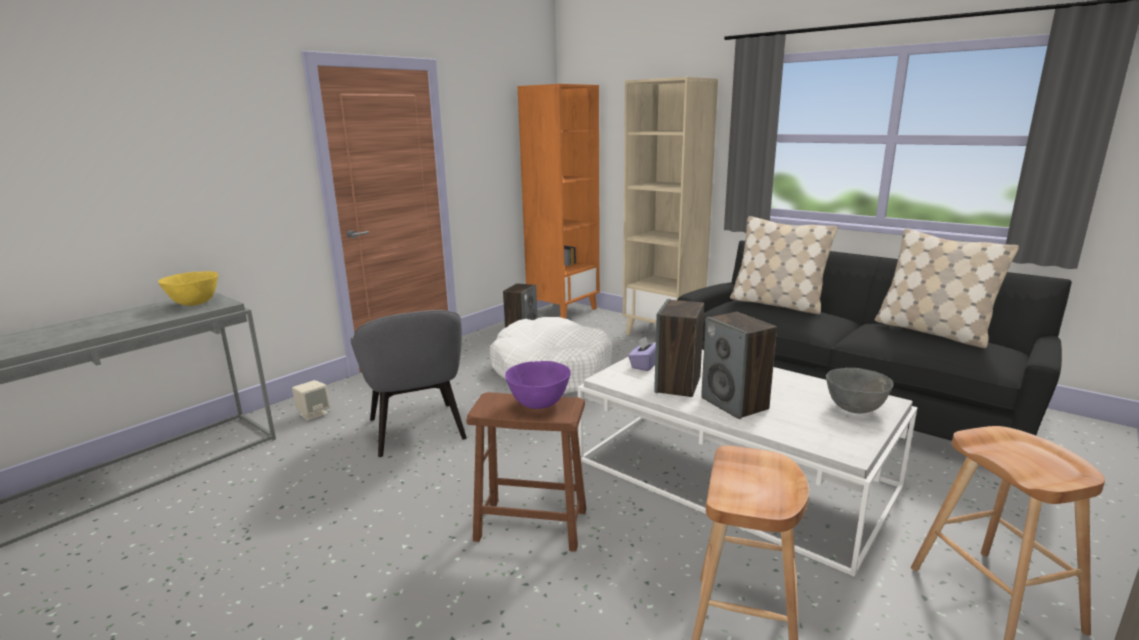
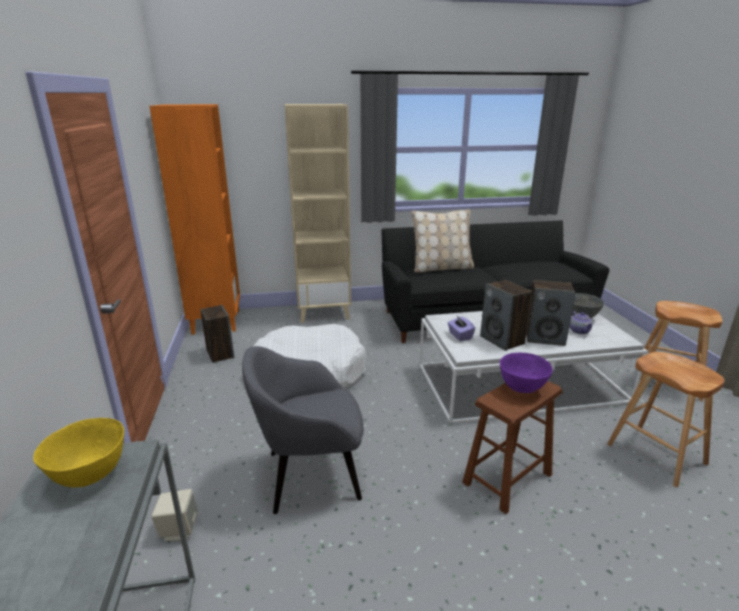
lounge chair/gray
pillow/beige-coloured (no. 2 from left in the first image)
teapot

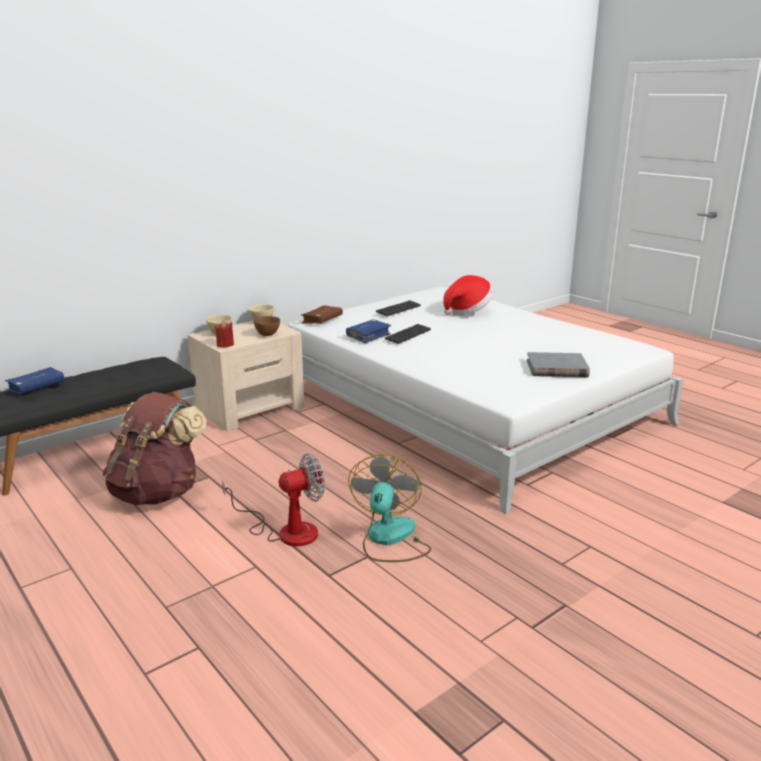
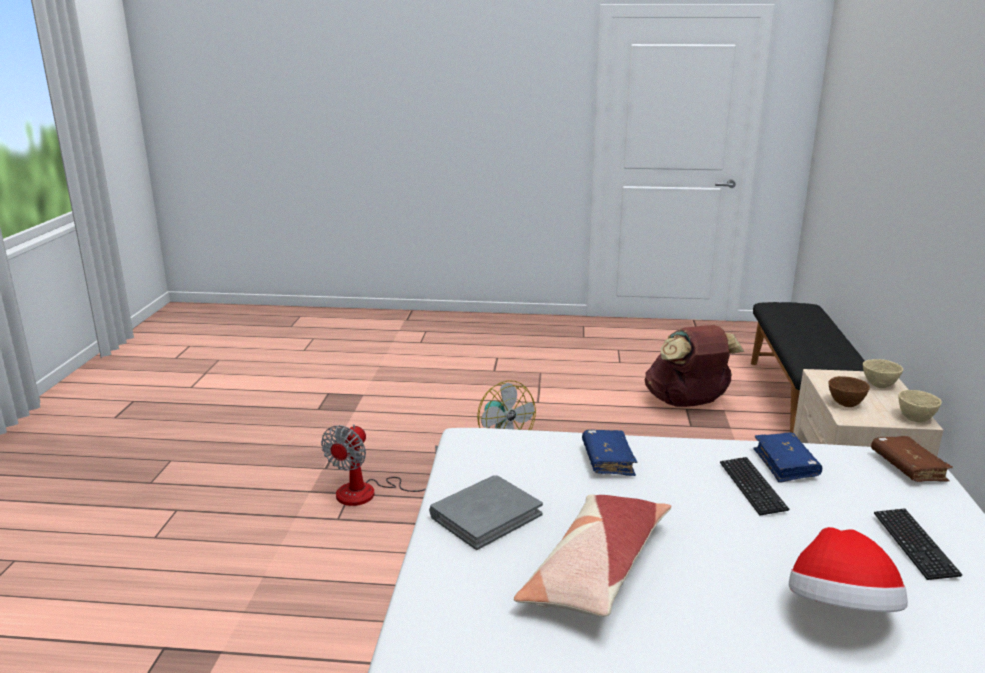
bound book/bluish (no. 1 from left)
wax light/reddish
cooling fan (no. 1 from left)
pillow

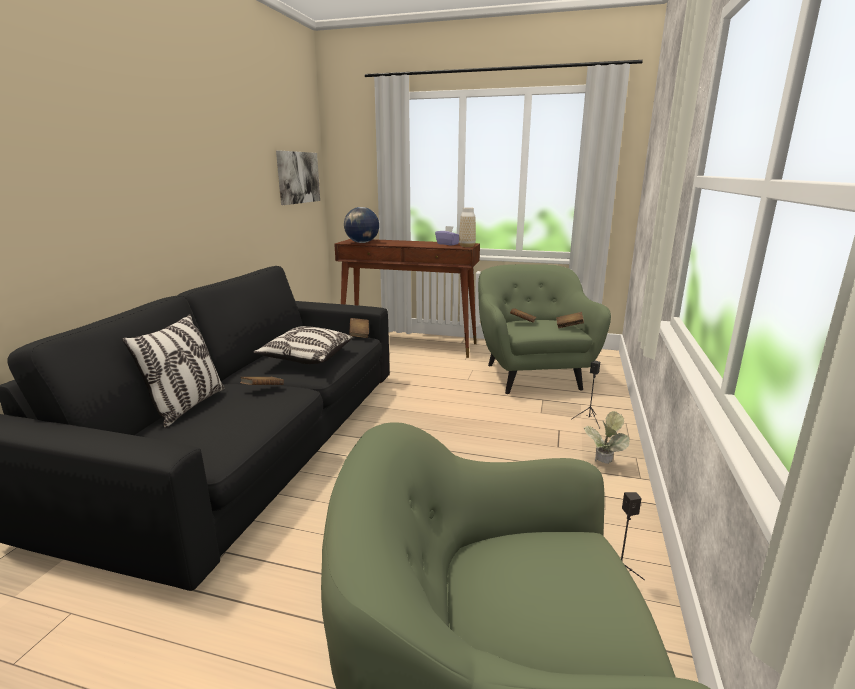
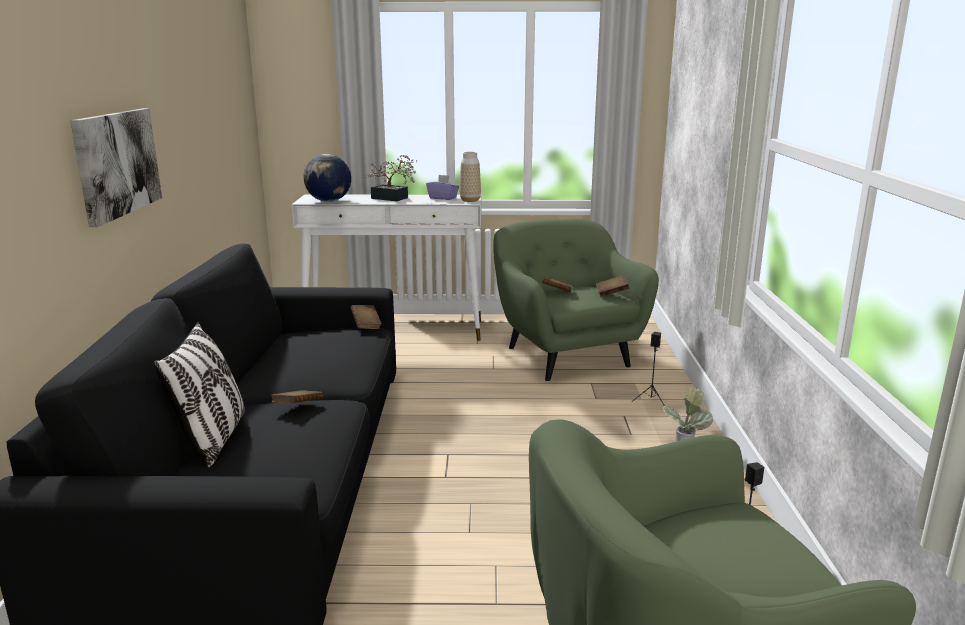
pillow (no. 2 from left in the first image)
picture
narrow table/whitish
potted plant (no. 1 from left)

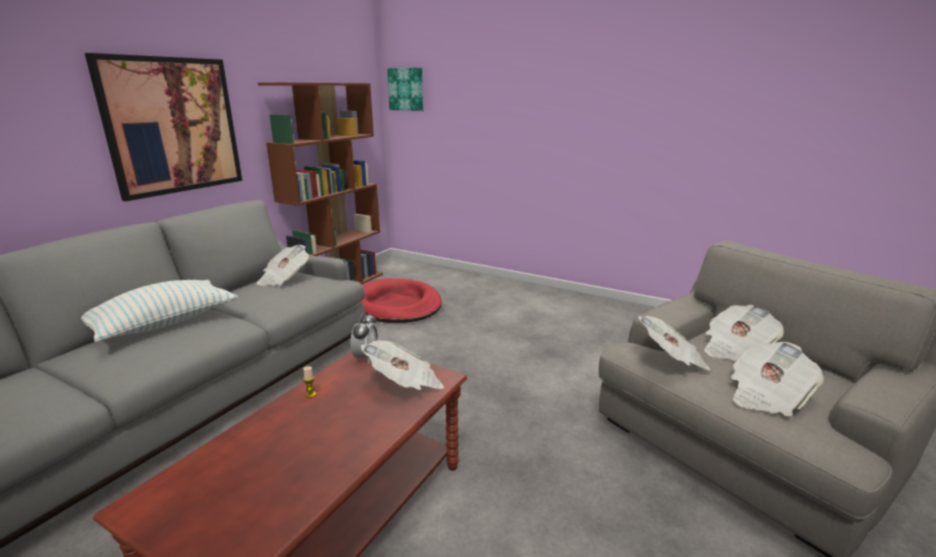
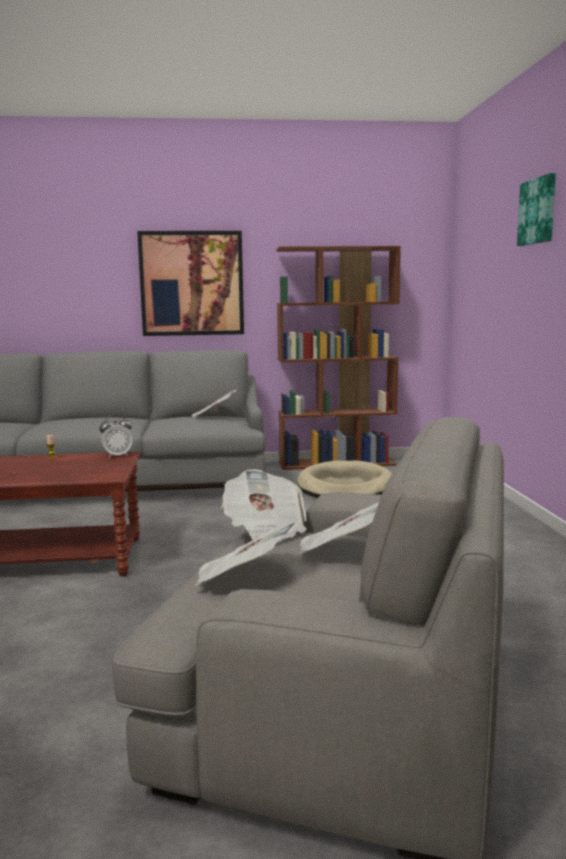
pillow
dog bed/beige-coloured
daily paper (no. 2 from left in the first image)
picture (no. 2 from left)

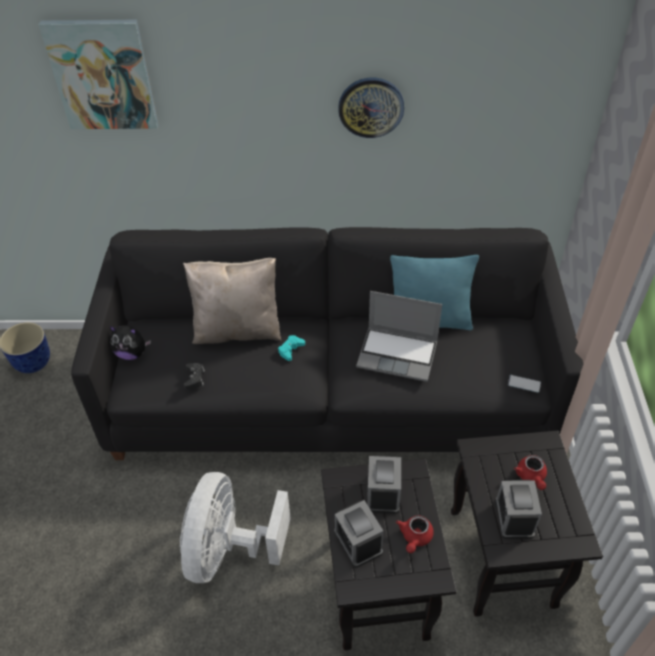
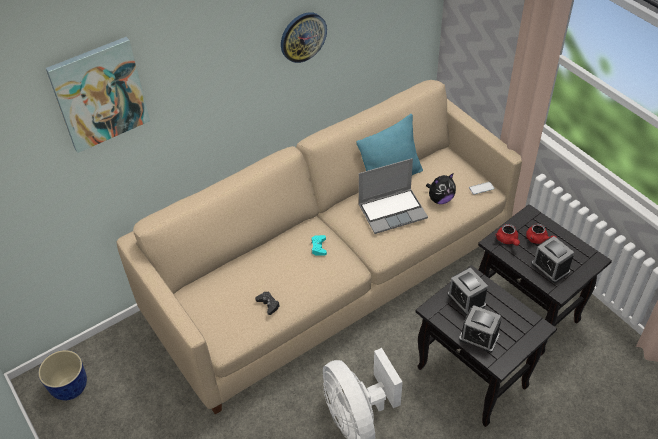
couch/beige-coloured
soft toy
pillow/beige-coloured
teapot/reddish (no. 1 from left)

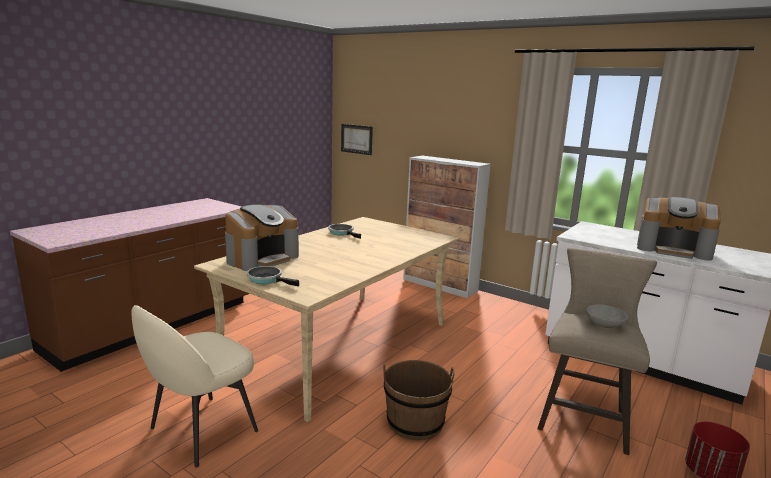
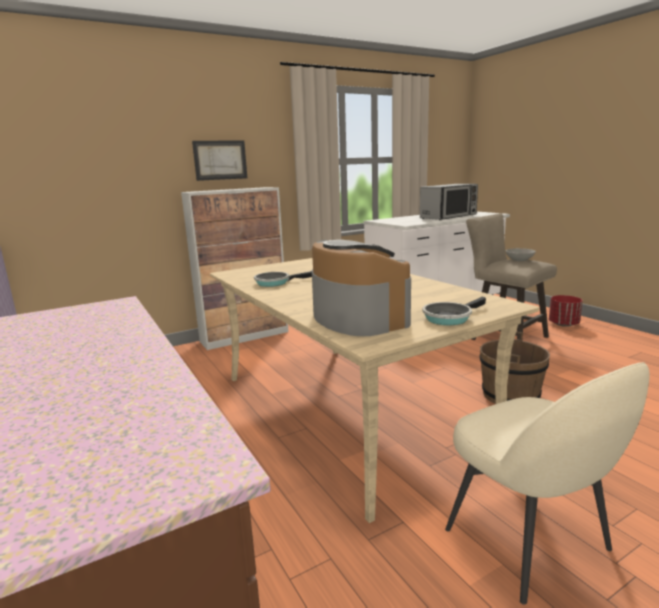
picture
microwave oven

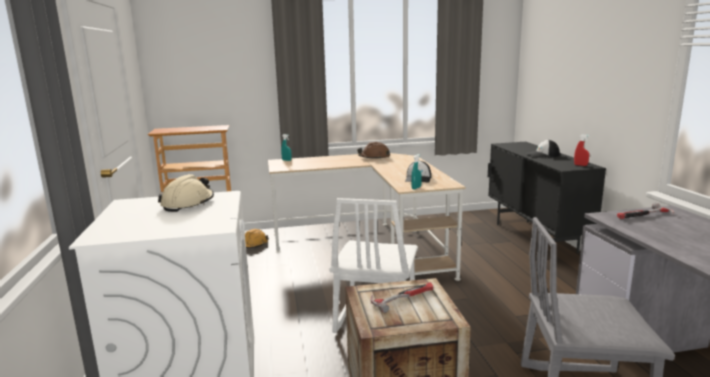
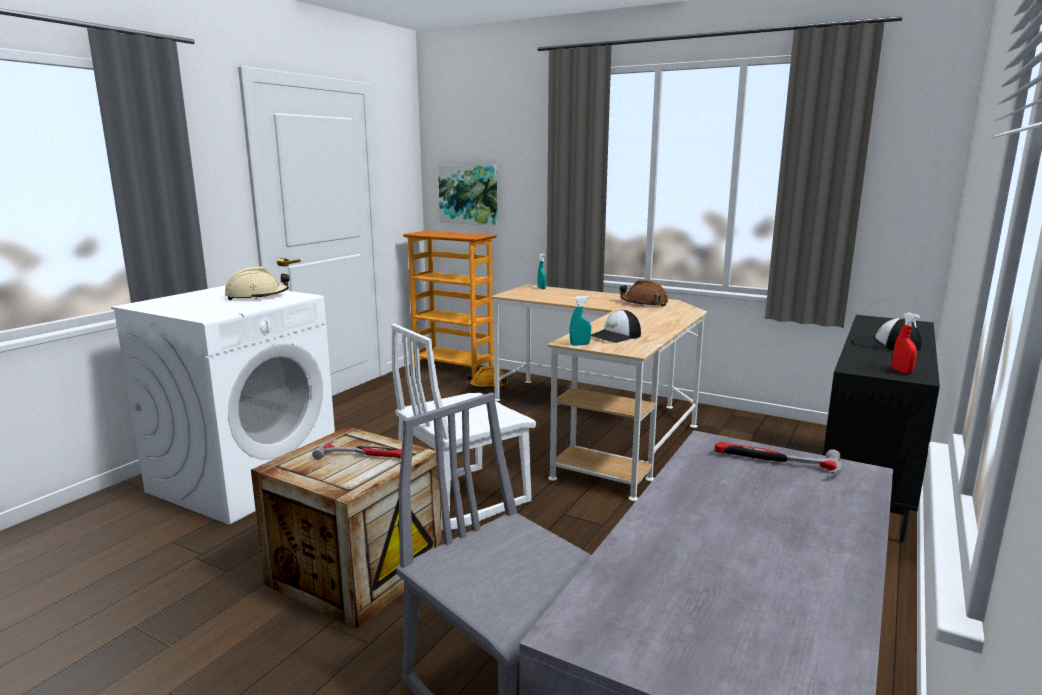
picture

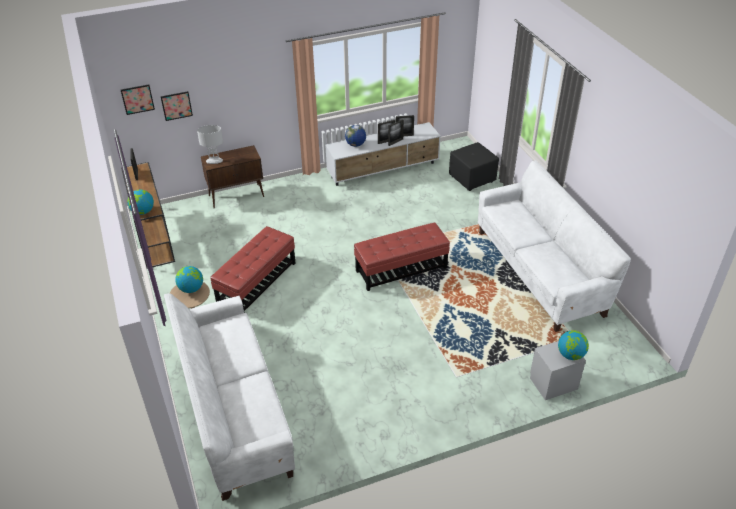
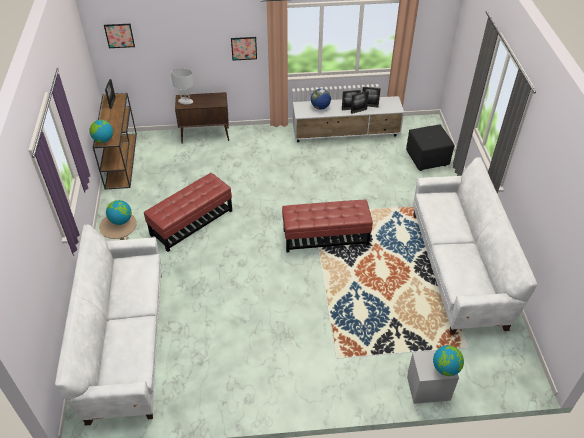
picture (no. 2 from left)

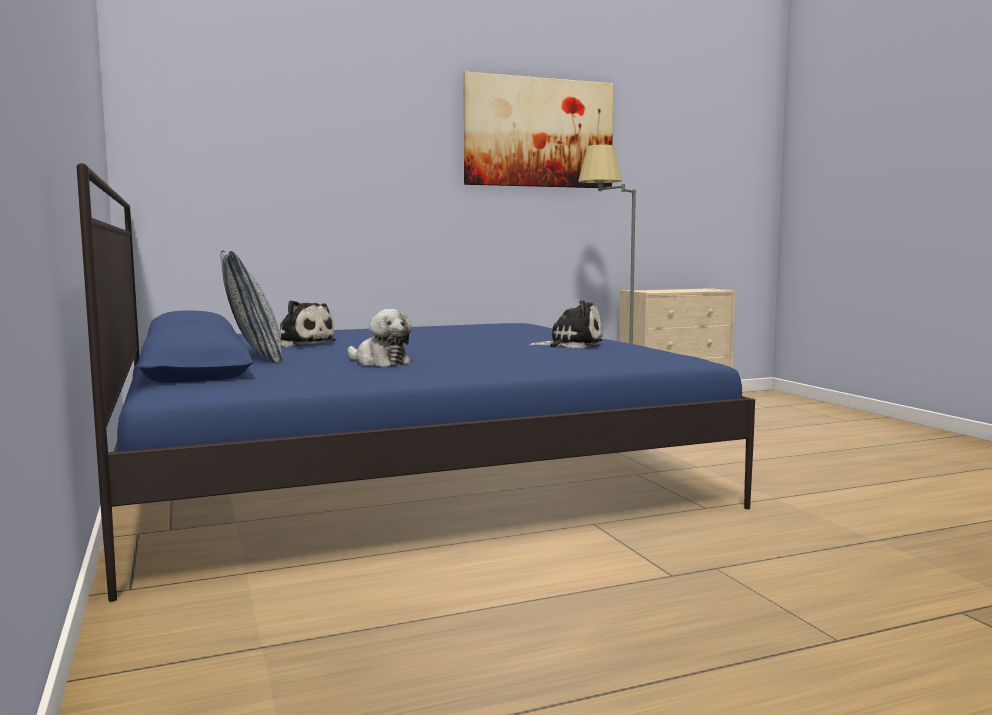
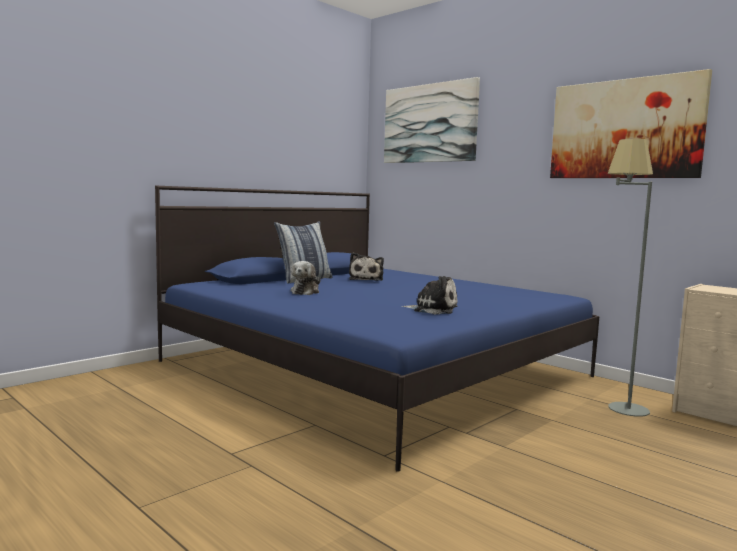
soft toy (no. 3 from left)
picture (no. 1 from left)

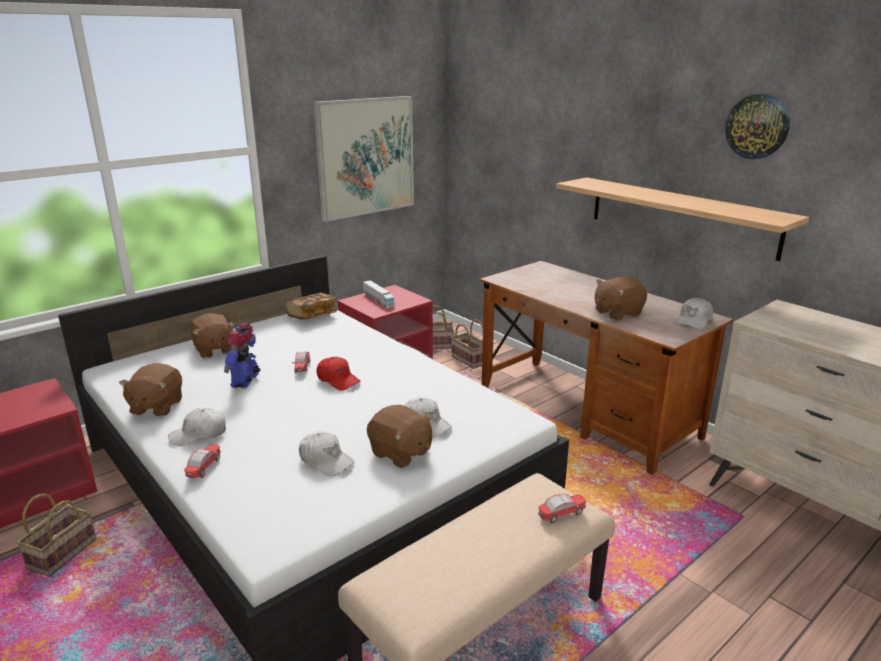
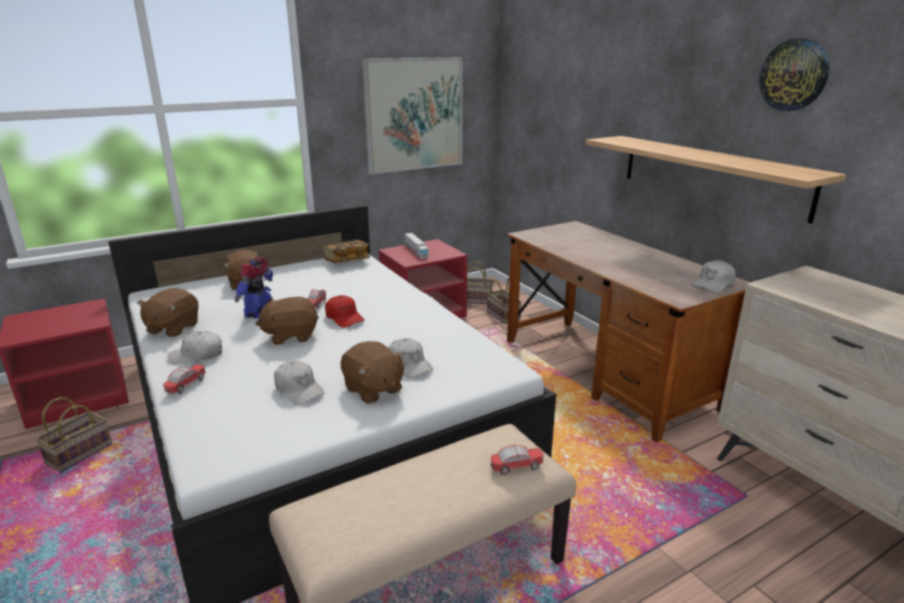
soft toy/brownish (no. 3 from left)

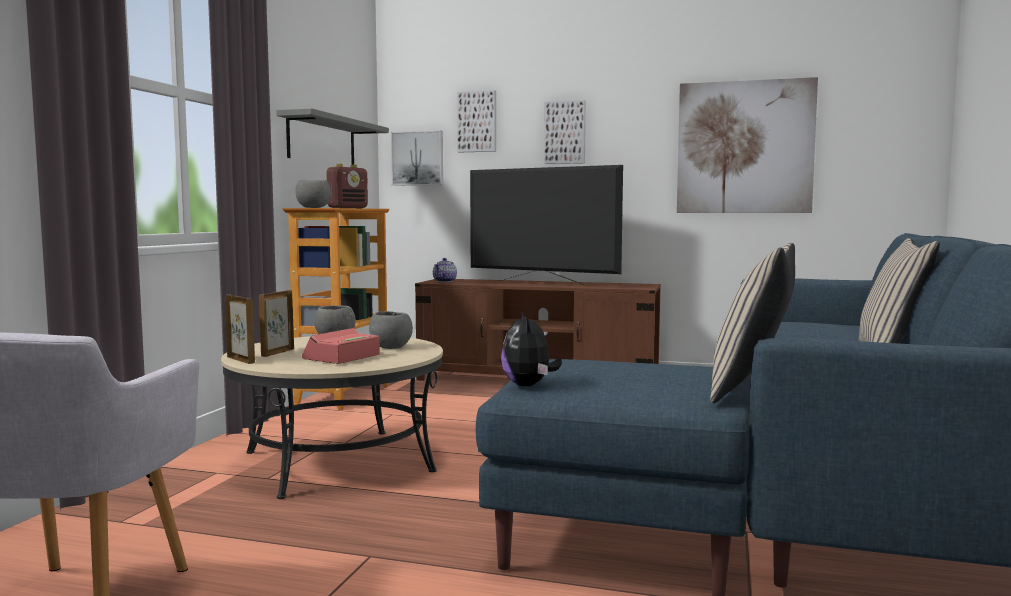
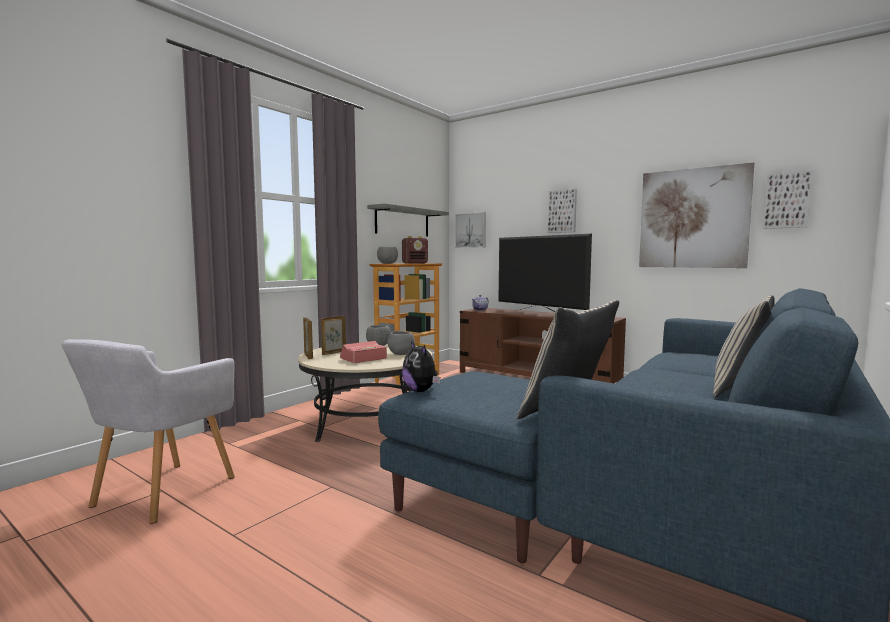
picture (no. 4 from left)
soft toy

